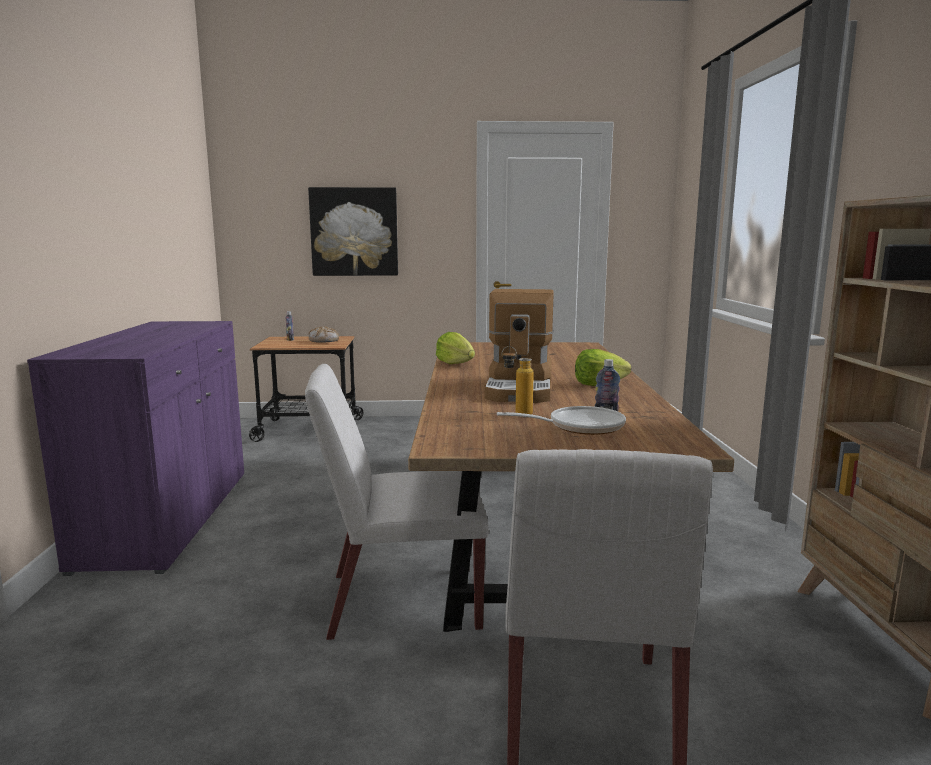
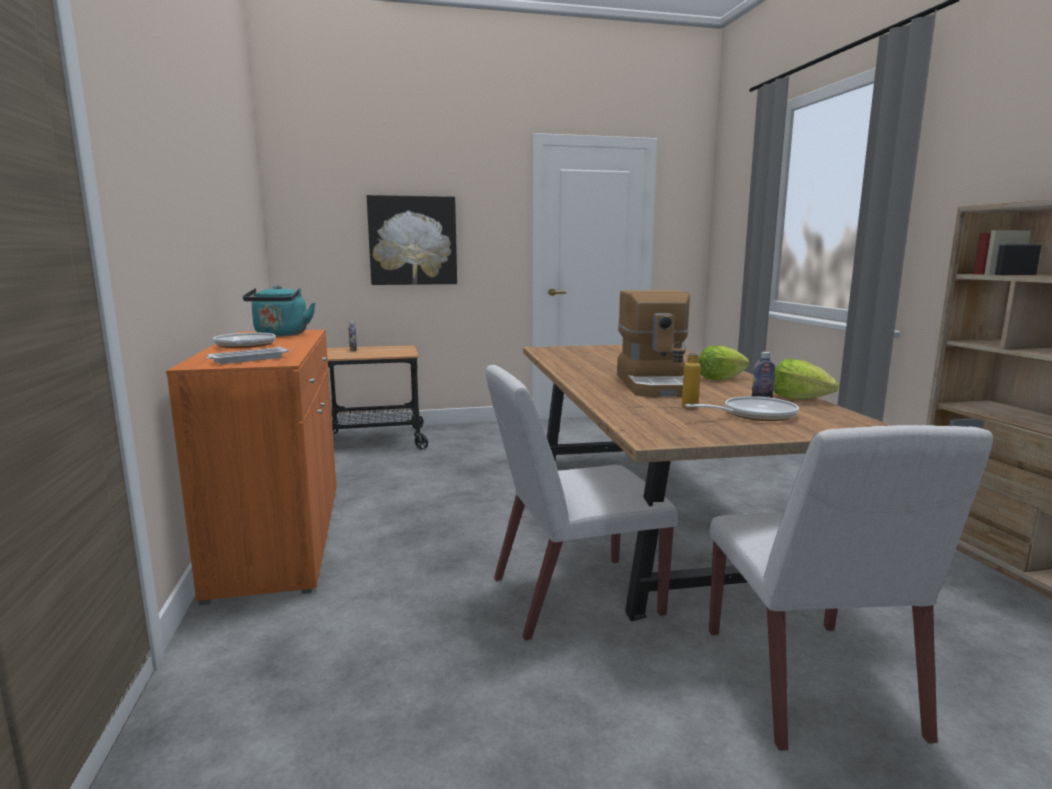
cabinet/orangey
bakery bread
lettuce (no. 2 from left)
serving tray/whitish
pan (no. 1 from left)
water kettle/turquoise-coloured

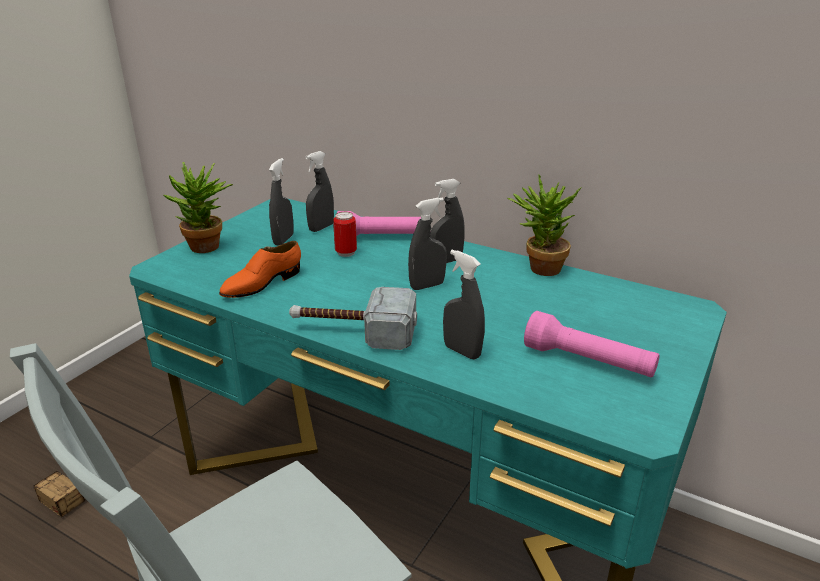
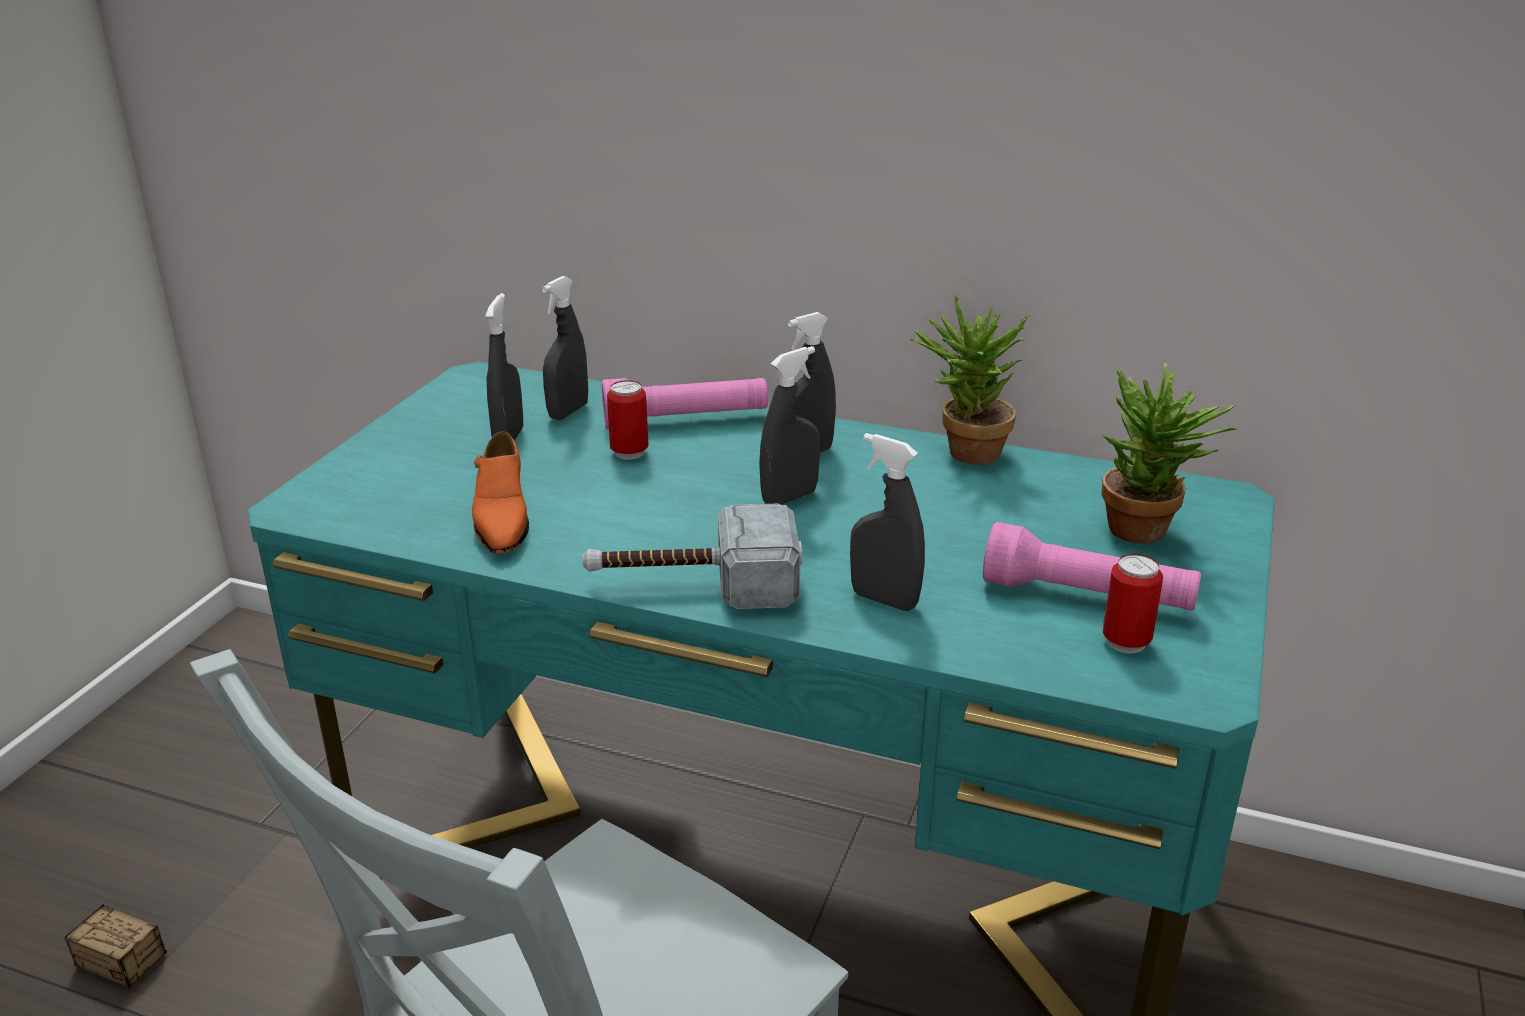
potted plant (no. 2 from left)
item of footwear/orangey
metal can (no. 2 from left)

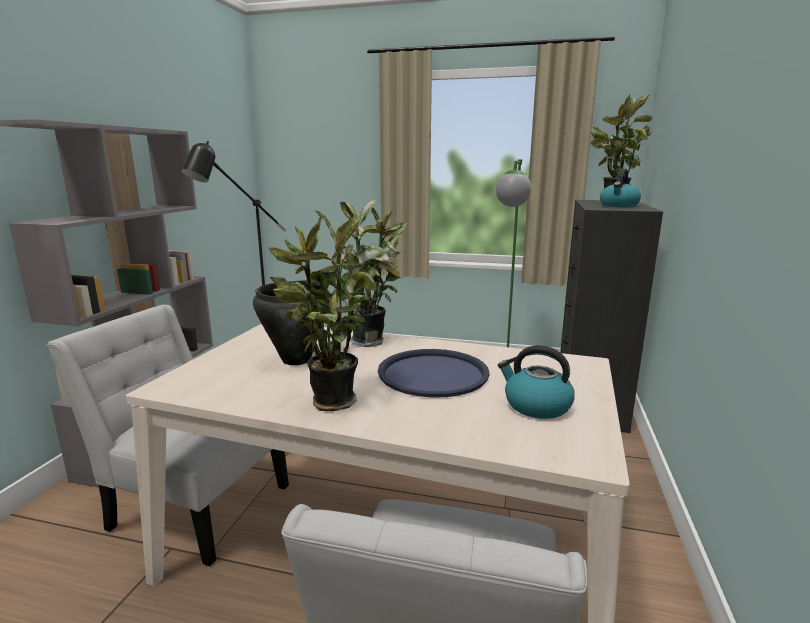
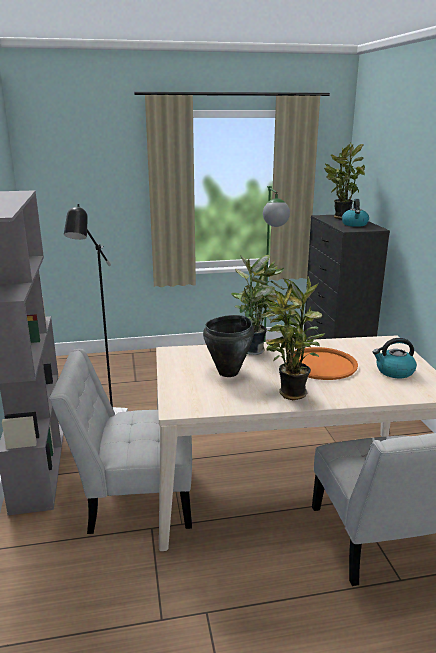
serving tray/orangey

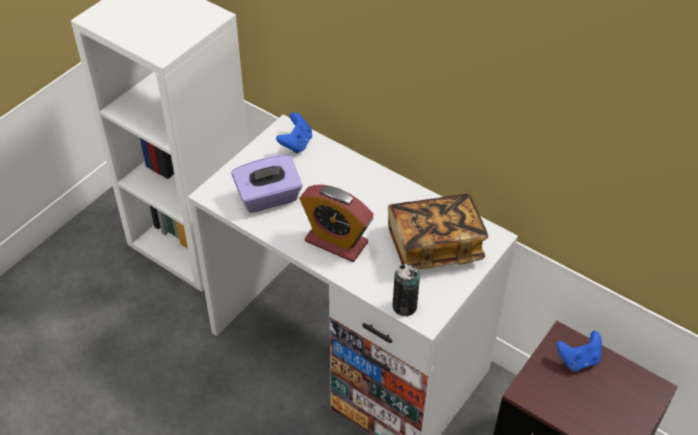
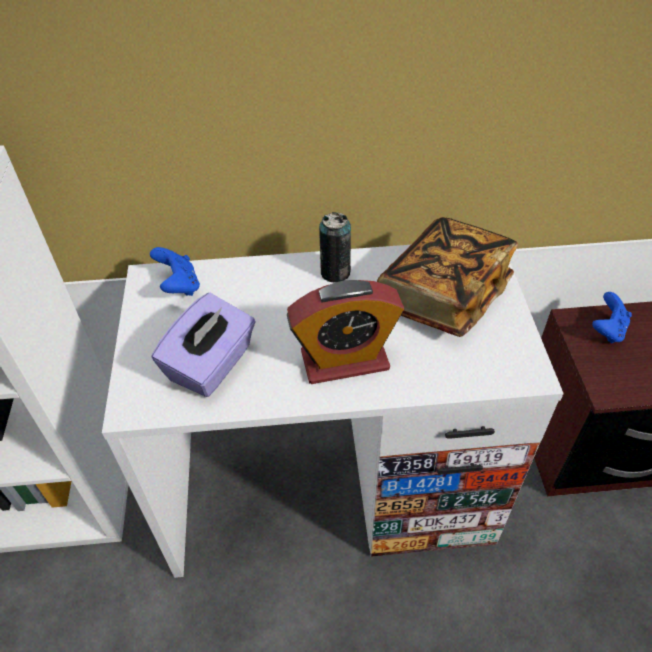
metal can

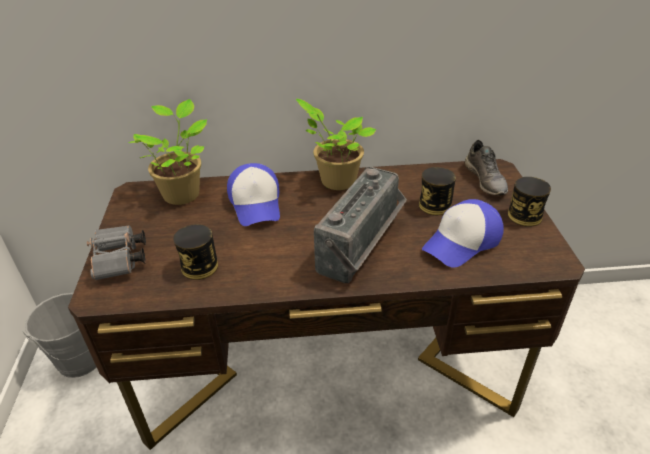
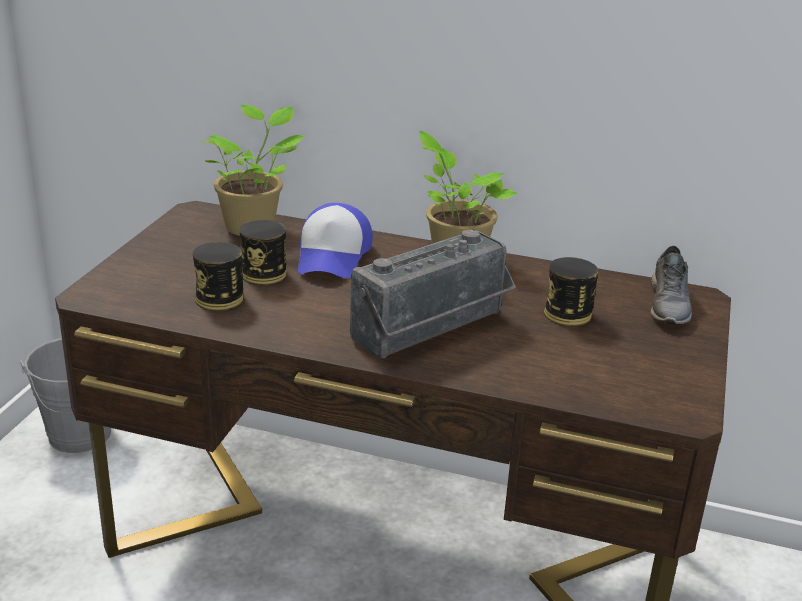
pair of binoculars/gray
baseball cap (no. 2 from left in the first image)
metal can (no. 2 from left)

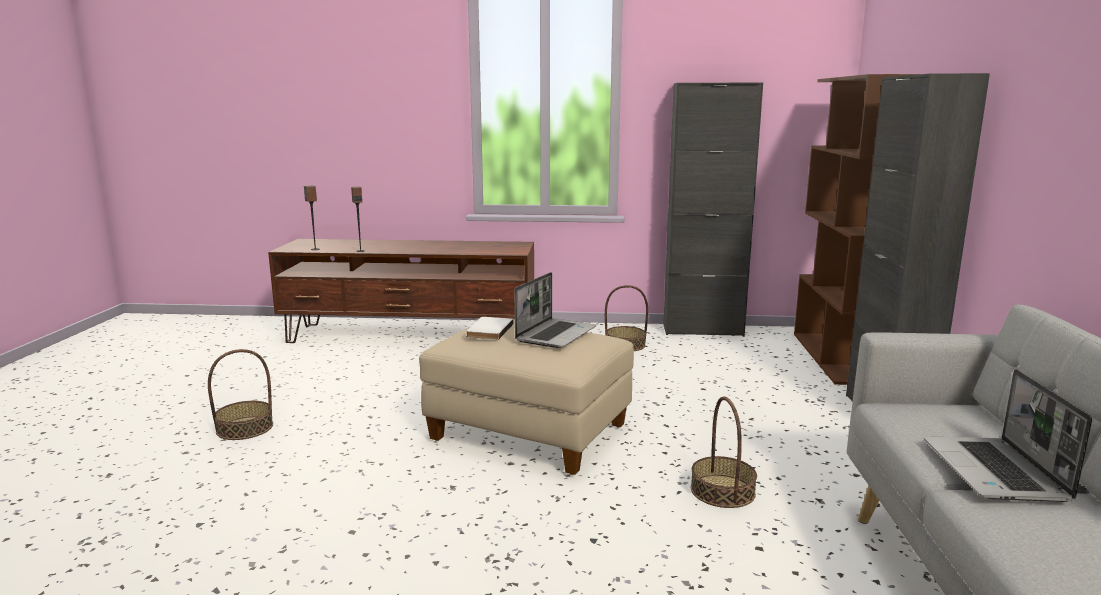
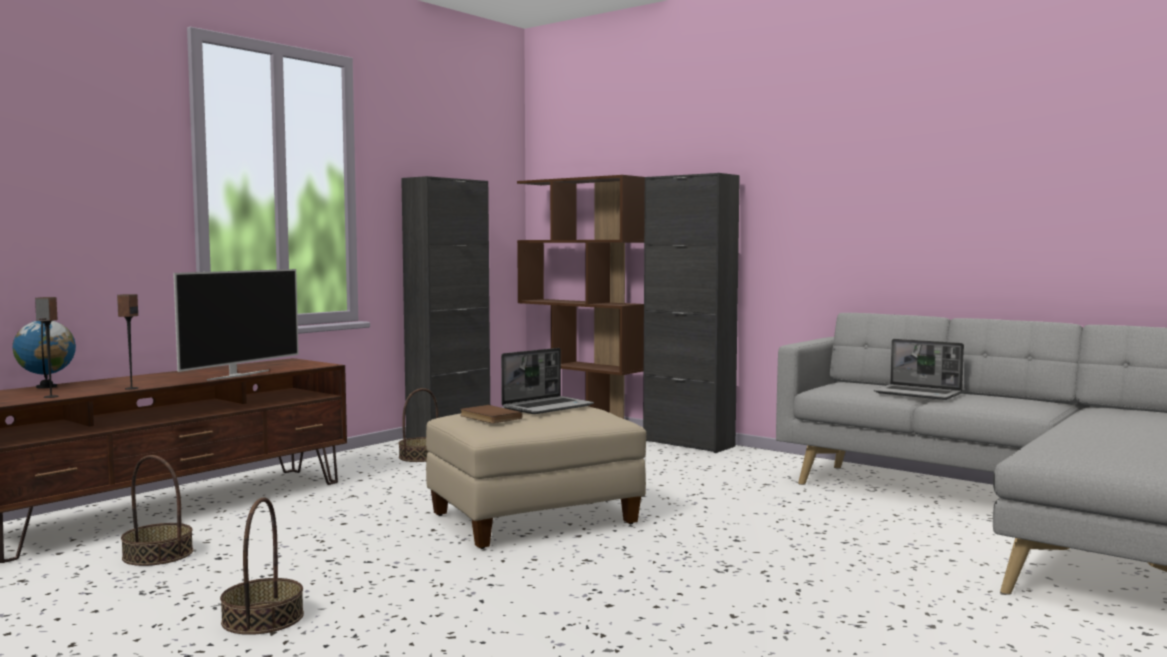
bound book/brownish
portable computer (no. 1 from left)
storage basket (no. 1 from left)
globe
TV set

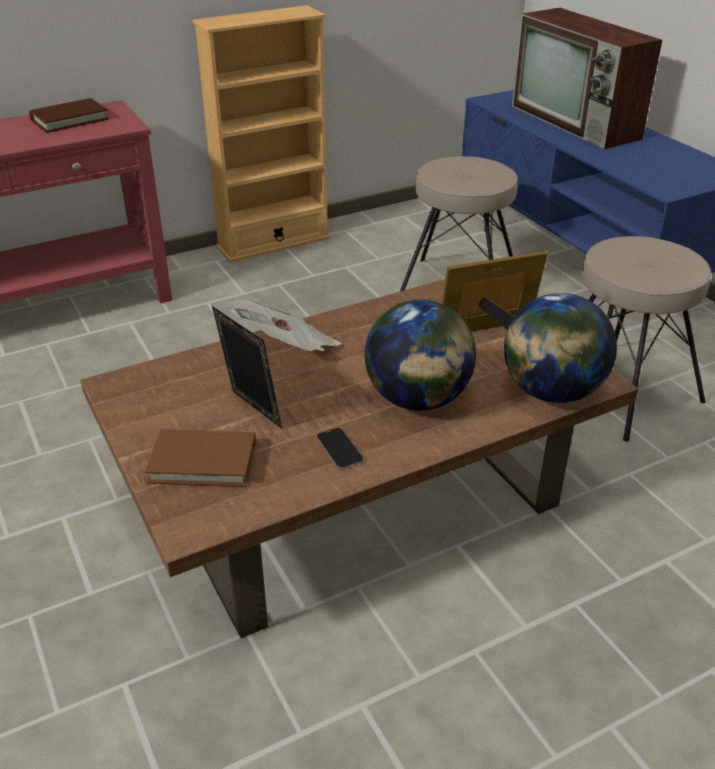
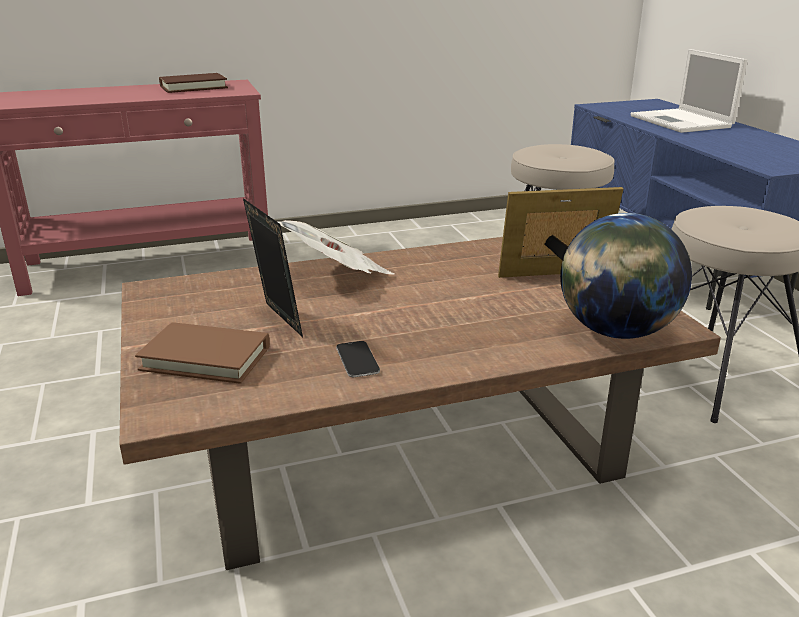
bookshelf/beige-coloured
globe (no. 1 from left in the first image)
portable computer

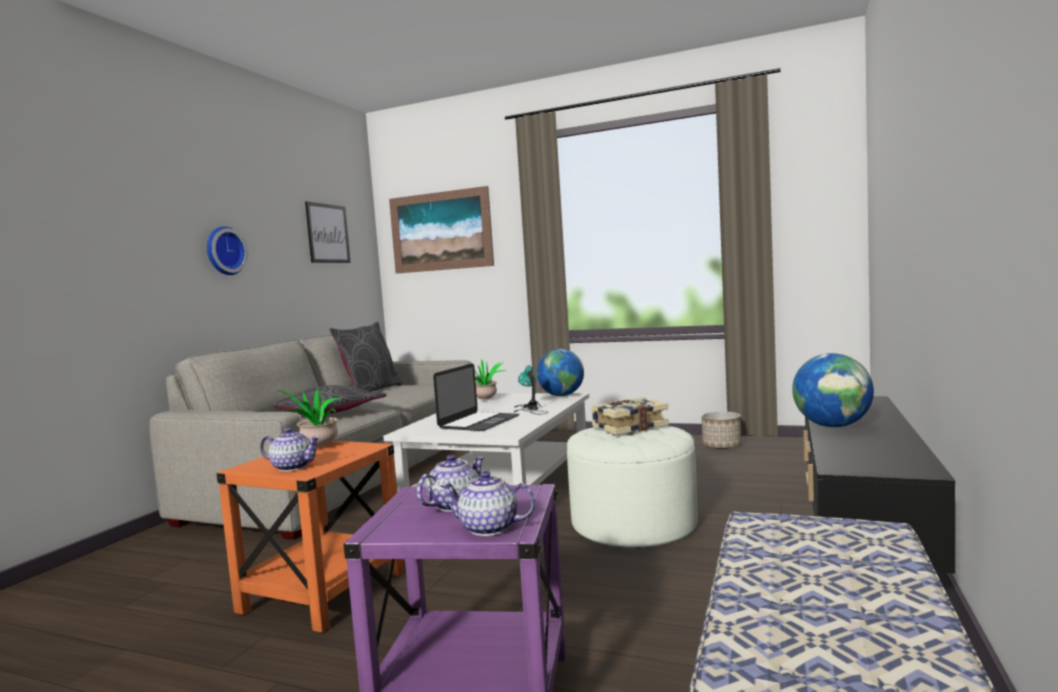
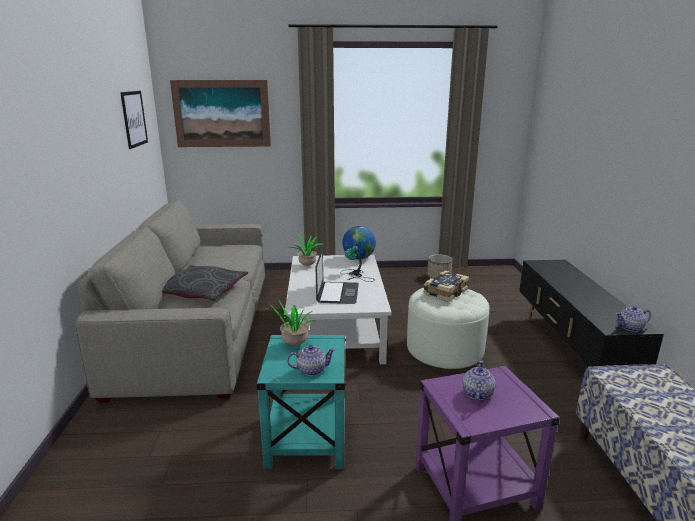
clock on the wall
side table/turquoise-coloured
pillow/gray (no. 2 from left in the first image)
teapot (no. 3 from left)
globe (no. 2 from left in the first image)

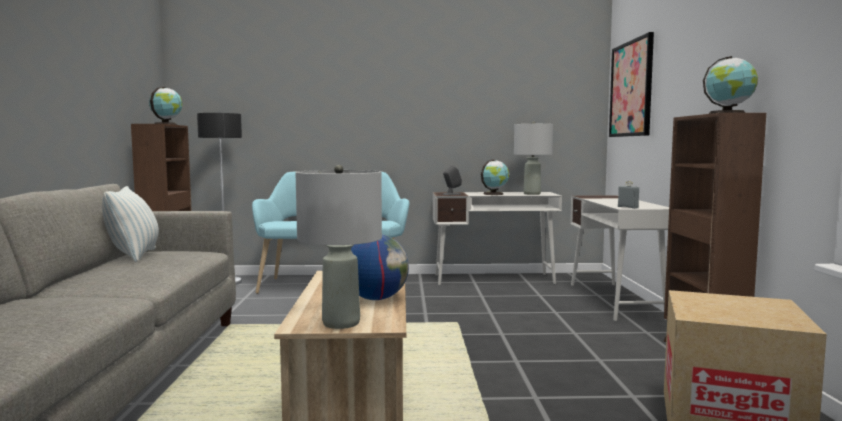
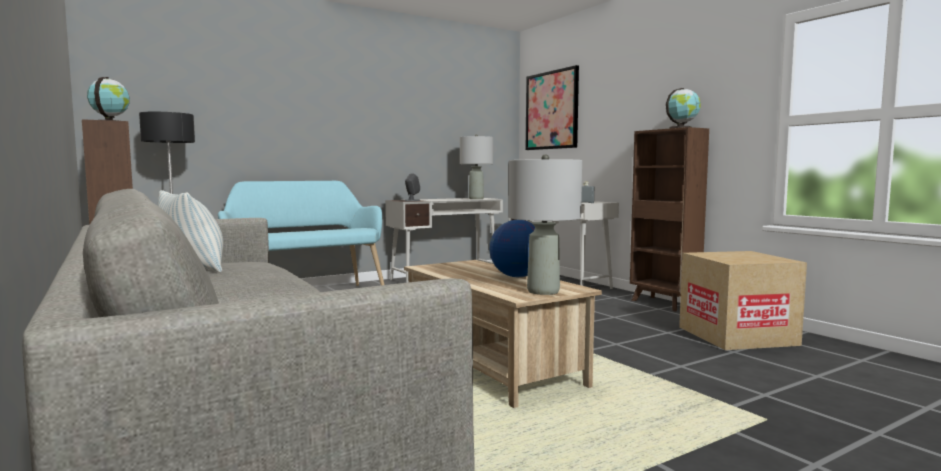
globe (no. 3 from left in the first image)

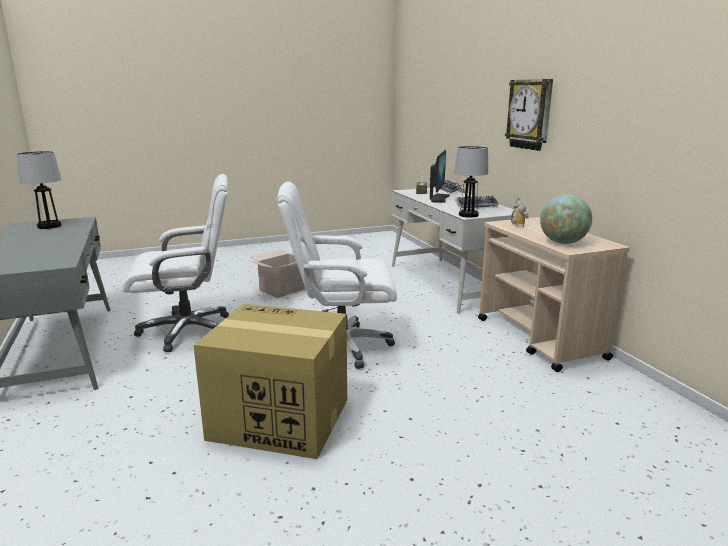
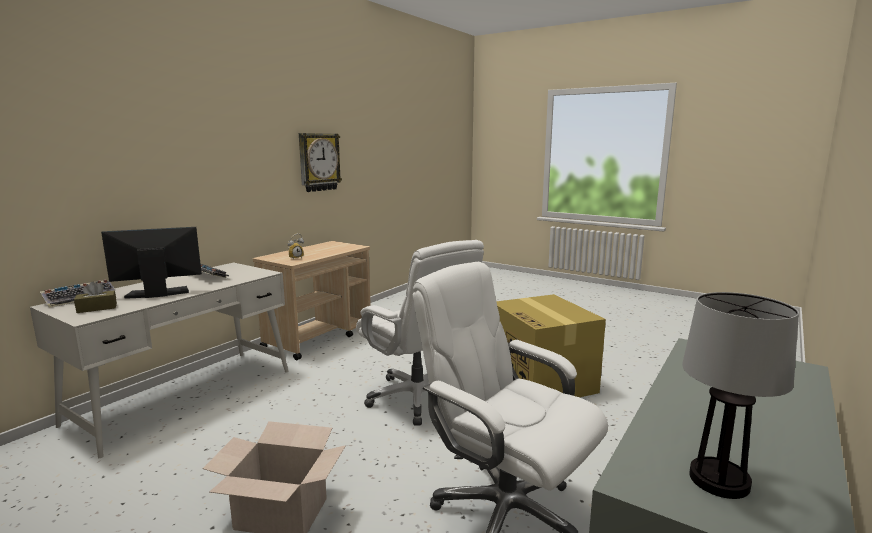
table lamp (no. 2 from left in the first image)
clock on the wall
globe

